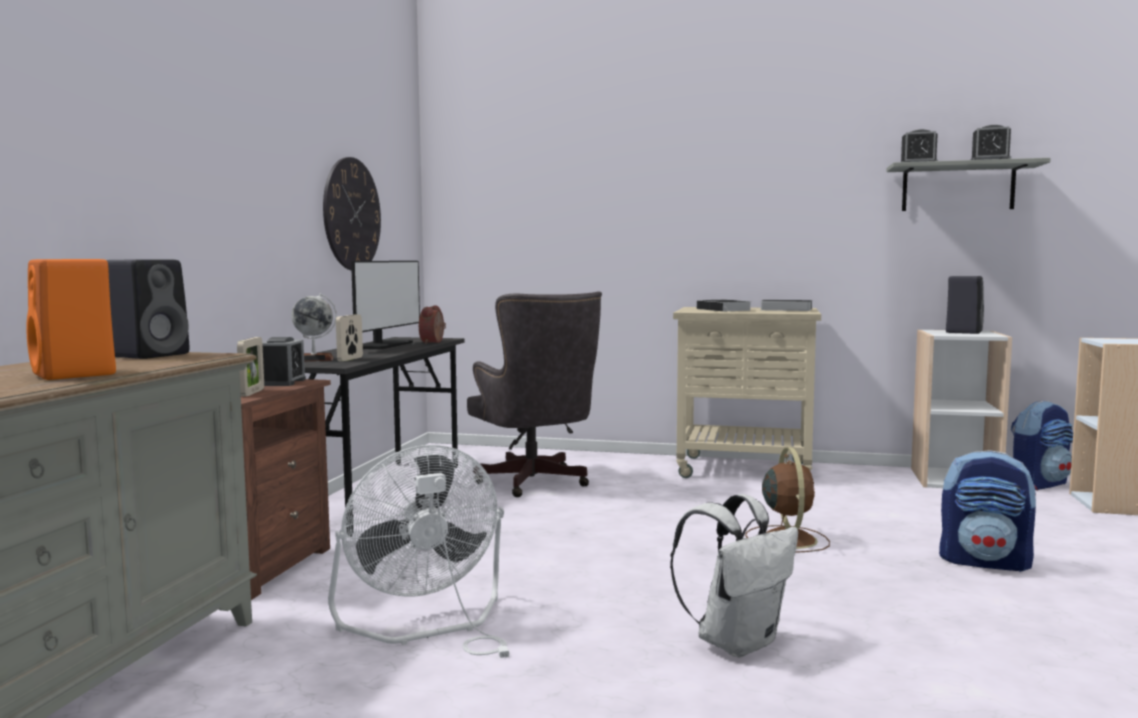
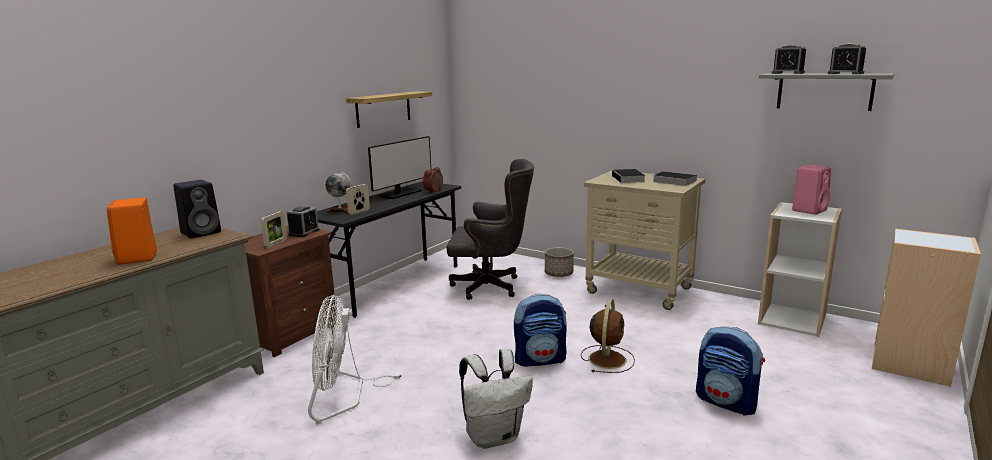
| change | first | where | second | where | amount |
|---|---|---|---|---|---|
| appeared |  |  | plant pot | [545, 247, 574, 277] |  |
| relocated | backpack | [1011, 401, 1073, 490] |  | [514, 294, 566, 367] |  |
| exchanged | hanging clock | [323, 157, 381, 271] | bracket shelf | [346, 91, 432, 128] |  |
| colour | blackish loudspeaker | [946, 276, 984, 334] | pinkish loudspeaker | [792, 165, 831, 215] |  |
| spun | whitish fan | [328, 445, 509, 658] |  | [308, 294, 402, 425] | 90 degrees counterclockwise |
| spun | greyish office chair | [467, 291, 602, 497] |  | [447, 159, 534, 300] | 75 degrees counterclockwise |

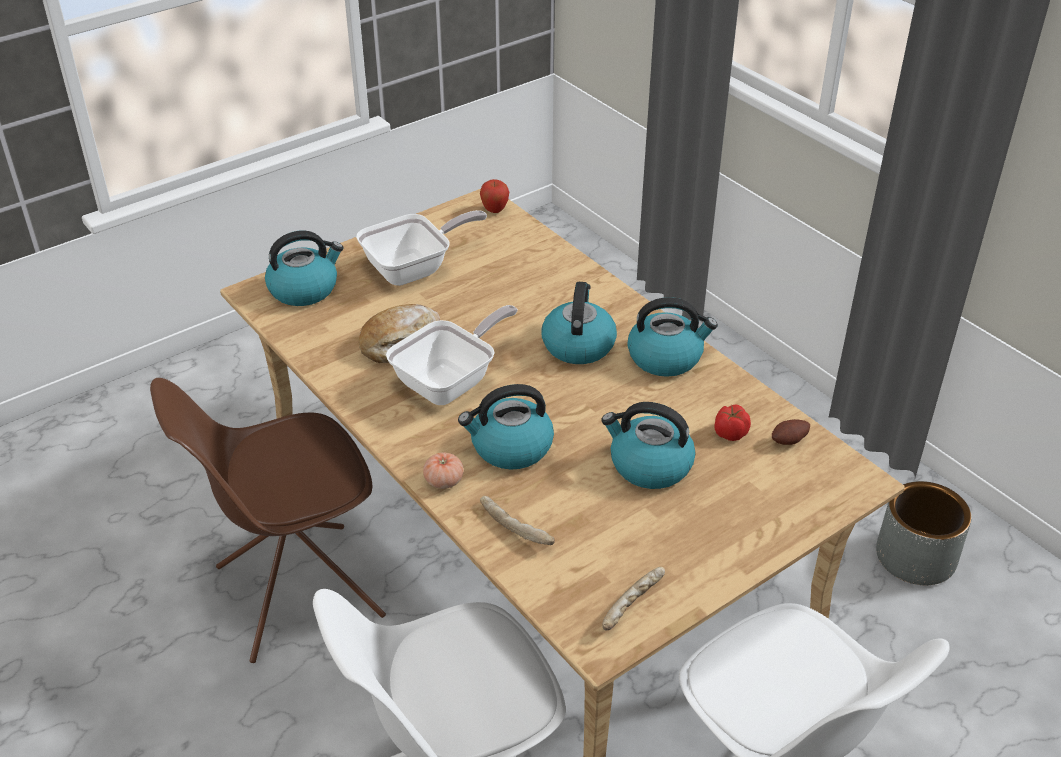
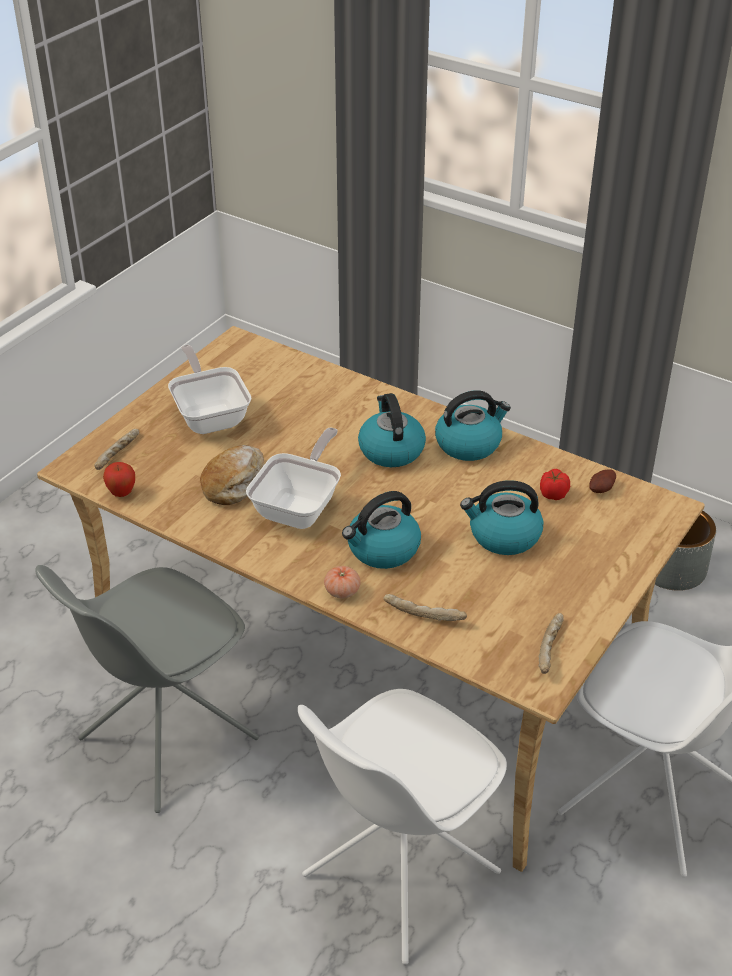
| change | first | where | second | where | amount |
|---|---|---|---|---|---|
| relocated | apple fruit | [480, 179, 509, 213] |  | [103, 462, 135, 497] |  |
| exchanged | water kettle | [265, 230, 343, 306] | baked bread | [94, 429, 139, 470] |  |
| colour | brown-coloured upright chair | [150, 378, 386, 663] | greyish upright chair | [35, 565, 259, 813] |  |
| spun | frying pan | [356, 210, 487, 286] |  | [168, 345, 252, 434] | 60 degrees counterclockwise |

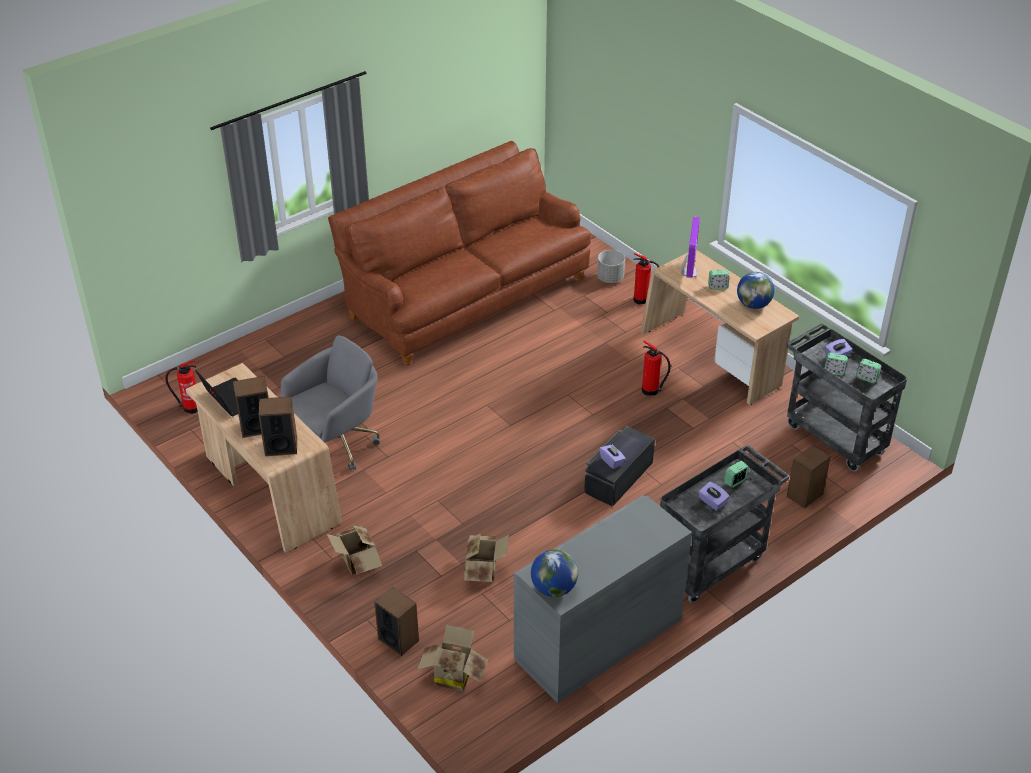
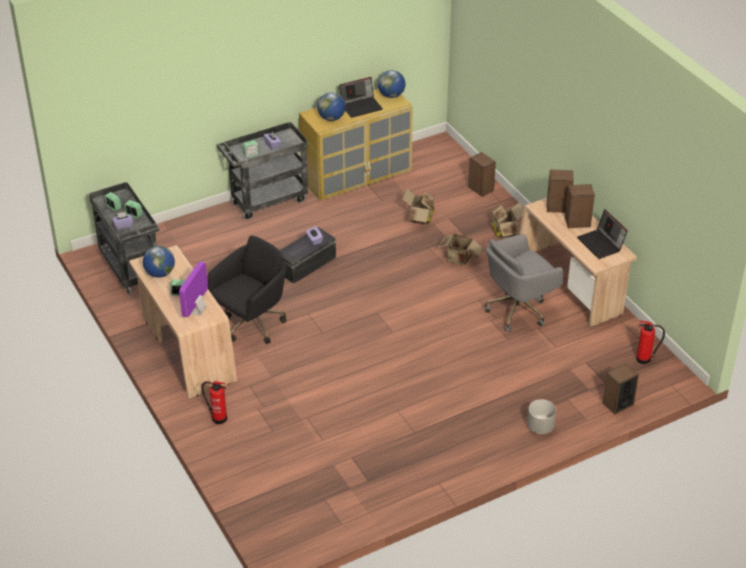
| change | first | where | second | where | amount |
|---|---|---|---|---|---|
| missing | brown-coloured settee | [328, 141, 591, 366] |  |  |  |
| appeared |  |  | globe | [317, 93, 345, 121] |  |
| appeared |  |  | laptop | [339, 77, 383, 118] |  |
| relocated | carton | [417, 625, 488, 691] |  | [437, 234, 484, 266] |  |
| relocated | greyish plant pot | [597, 250, 625, 283] |  | [527, 399, 556, 434] |  |
| relocated | loudspeaker | [787, 445, 831, 508] |  | [603, 363, 639, 414] |  |
| exchanged | fire-fighting cylinder | [642, 340, 671, 395] | blackish office chair | [208, 236, 287, 344] |  |
| colour | greyish cupboard | [514, 495, 692, 703] | yellow-coloured cupboard | [299, 89, 413, 201] |  |

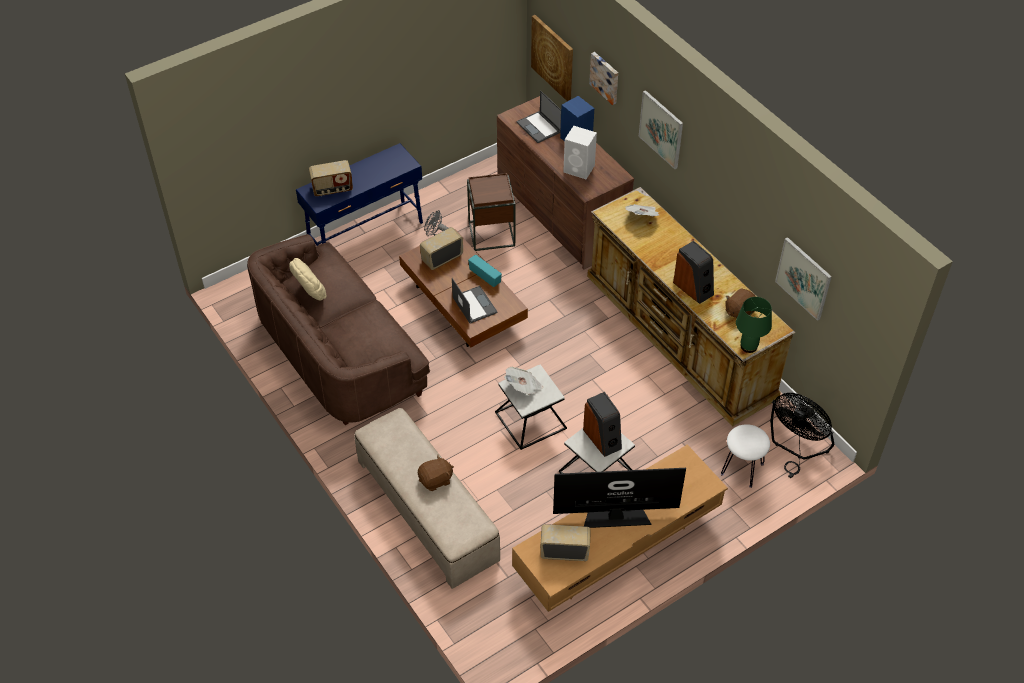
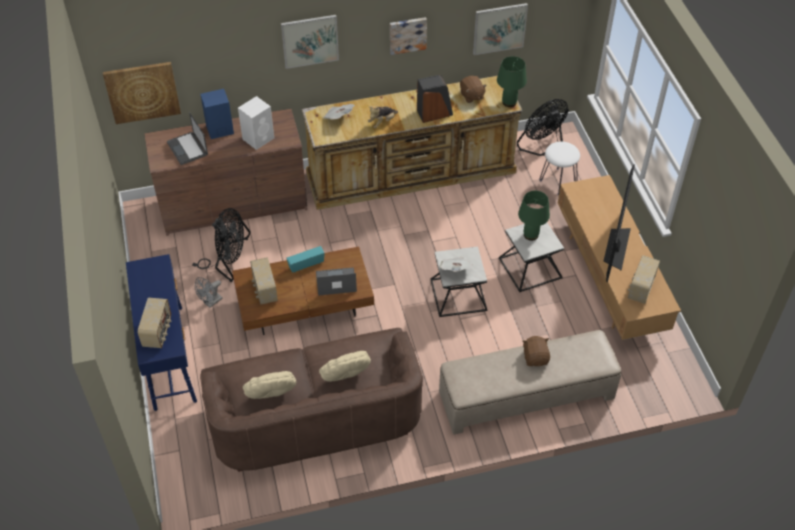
| change | first | where | second | where | amount |
|---|---|---|---|---|---|
| appeared |  |  | beige-coloured pillow | [319, 351, 371, 382] |  |
| appeared |  |  | plush toy | [368, 106, 398, 128] |  |
| relocated | wall art | [589, 52, 618, 105] |  | [390, 17, 427, 55] |  |
| exchanged | brown-coloured side table | [467, 173, 515, 251] | blackish fan | [192, 208, 250, 282] |  |
| exchanged | loudspeaker | [583, 392, 622, 457] | green tabletop lamp | [518, 191, 550, 241] |  |
| spun | laptop | [517, 91, 561, 143] |  | [167, 112, 208, 165] | 75 degrees clockwise |

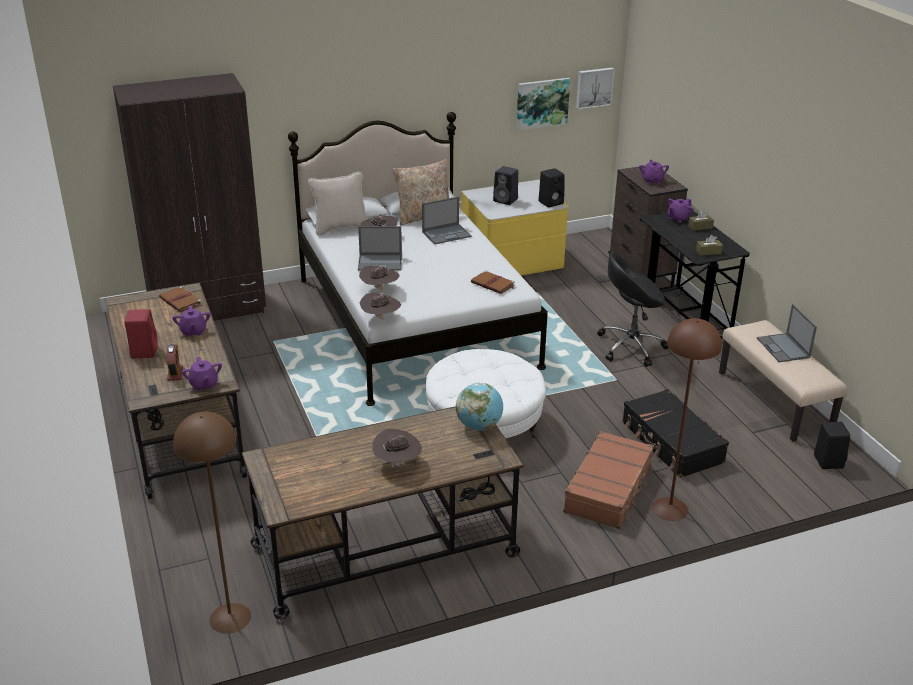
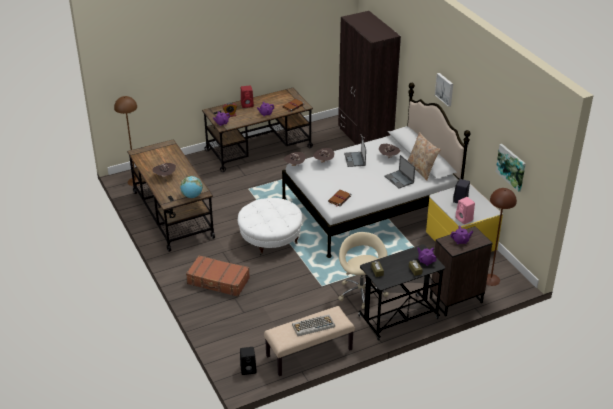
| change | first | where | second | where | amount |
|---|---|---|---|---|---|
| missing | beige-coloured pillow | [308, 172, 368, 236] |  |  |  |
| missing | blackish travel case | [622, 389, 729, 478] |  |  |  |
| relocated | wall art | [576, 68, 614, 109] |  | [435, 73, 453, 107] |  |
| relocated | brown-coloured standard lamp | [652, 318, 722, 521] |  | [486, 188, 517, 286] |  |
| exchanged | laptop | [757, 304, 817, 362] | computer keyboard | [292, 314, 335, 336] |  |
| colour | blackish loudspeaker | [539, 168, 565, 207] | pinkish loudspeaker | [455, 197, 475, 224] |  |
| colour | blackish office chair | [597, 252, 668, 367] | beige-coloured office chair | [338, 232, 389, 309] |  |

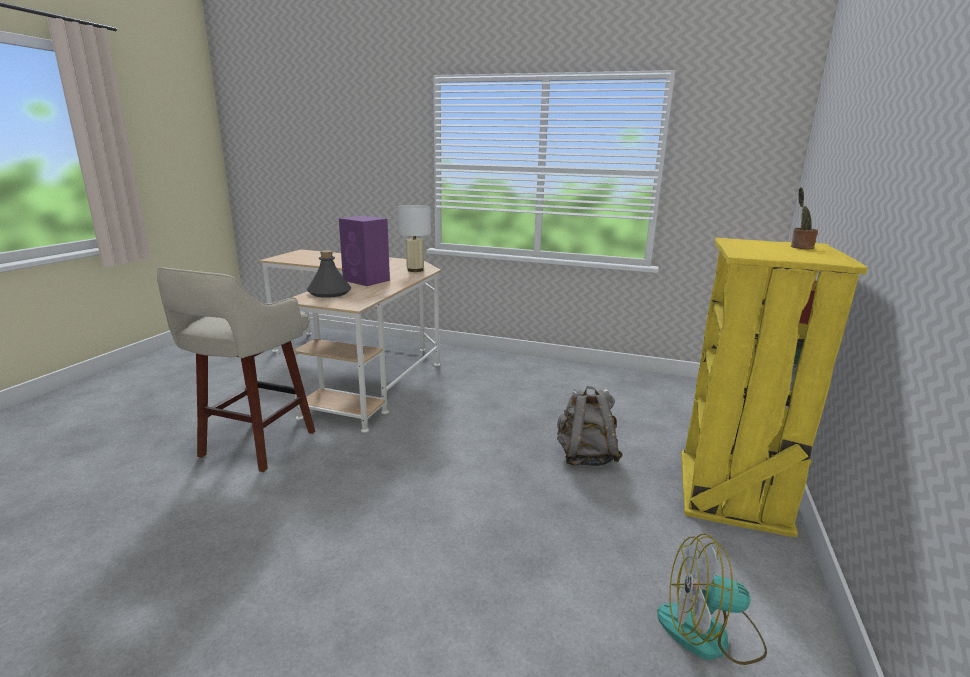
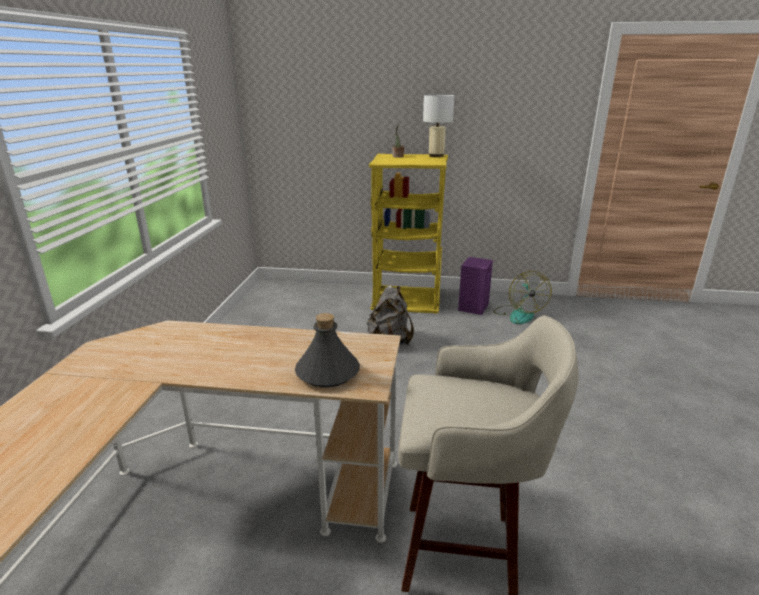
| change | first | where | second | where | amount |
|---|---|---|---|---|---|
| relocated | purple-coloured loudspeaker | [339, 216, 390, 286] |  | [458, 257, 493, 315] |  |
| relocated | whitish tabletop lamp | [397, 205, 431, 272] |  | [423, 95, 454, 157] |  |

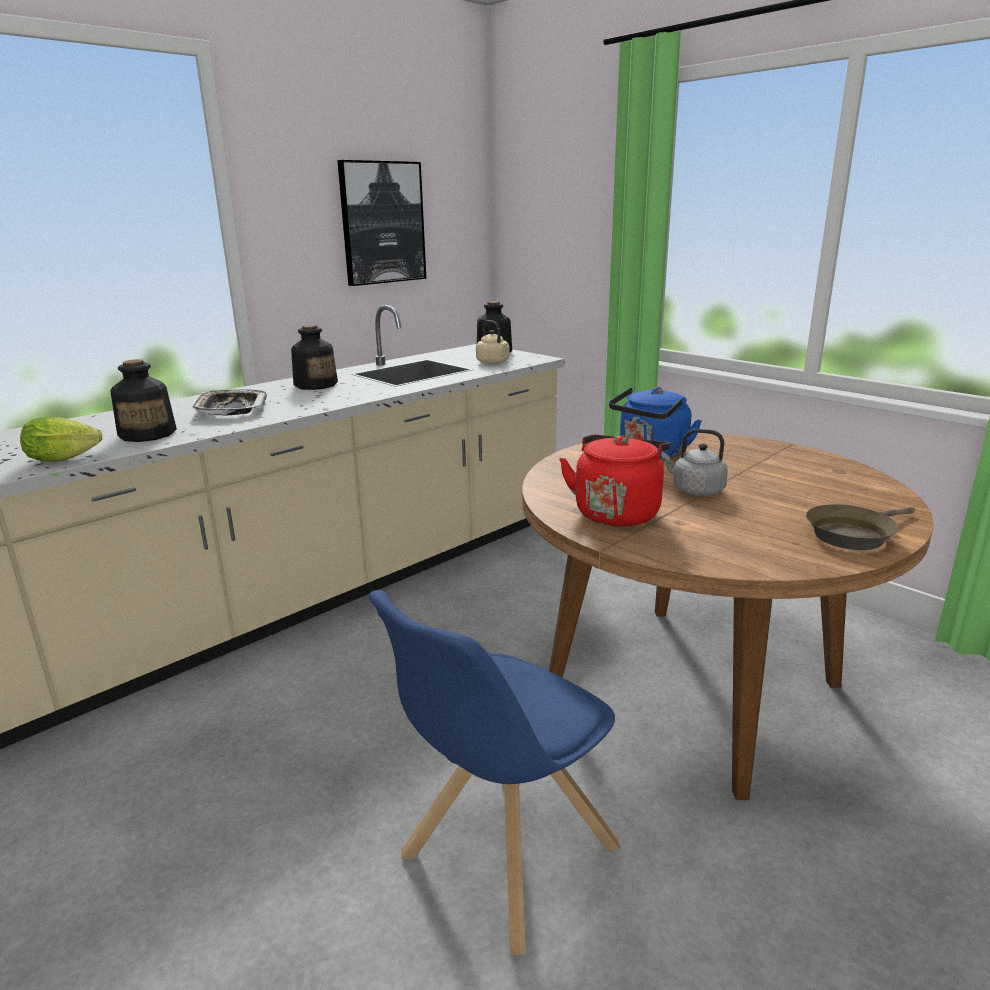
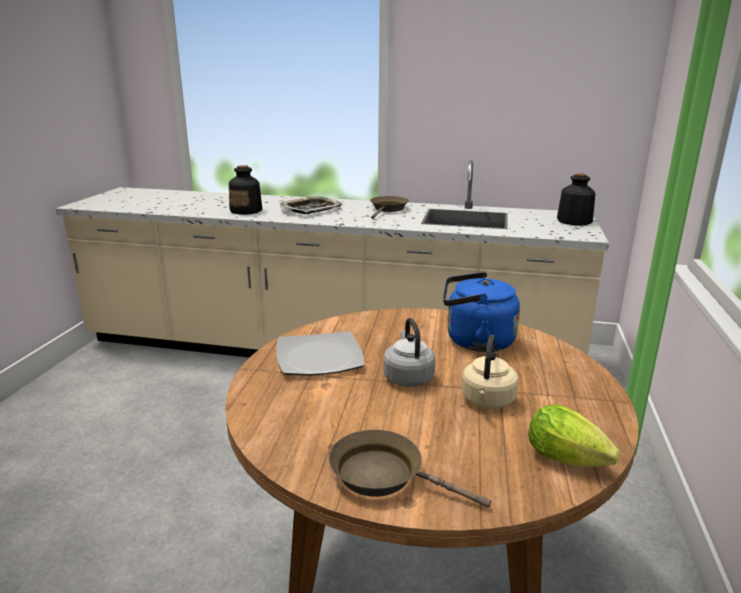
| change | first | where | second | where | amount |
|---|---|---|---|---|---|
| missing | wall art | [337, 160, 426, 286] |  |  |  |
| missing | bluish upright chair | [368, 590, 620, 955] |  |  |  |
| relocated | lettuce | [20, 417, 102, 461] |  | [528, 404, 620, 467] |  |
| relocated | beige-coloured water kettle | [476, 320, 510, 364] |  | [462, 335, 519, 409] |  |
| exchanged | beverage bottle | [291, 325, 338, 390] | brown-coloured frying pan | [370, 196, 409, 219] |  |
| exchanged | red-coloured water kettle | [559, 435, 670, 527] | dinner plate | [276, 331, 365, 376] |  |

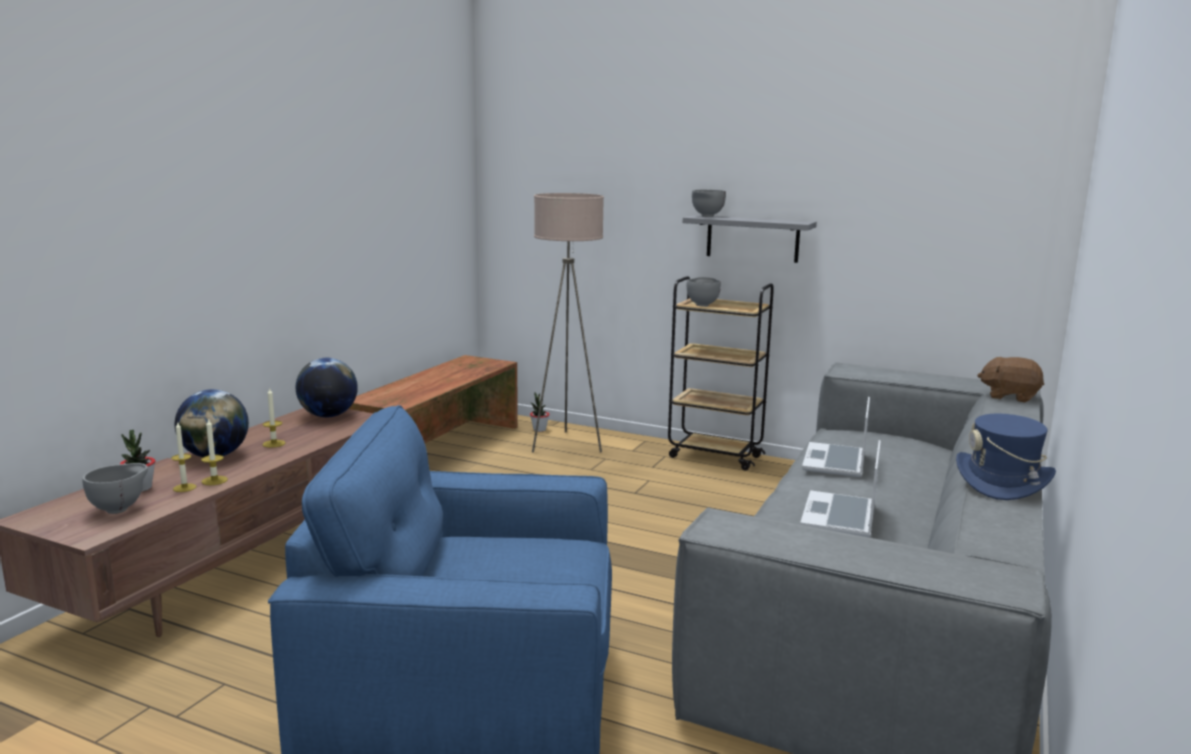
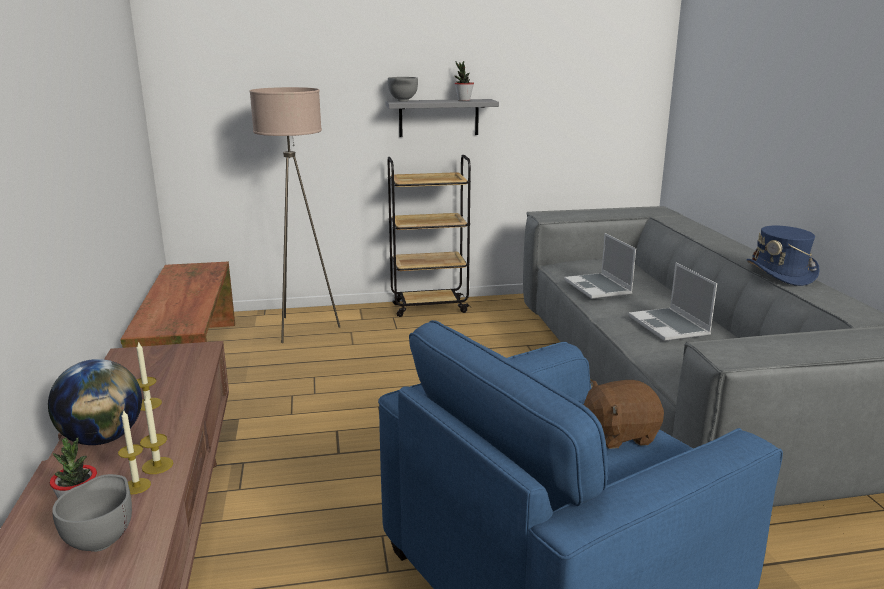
| change | first | where | second | where | amount |
|---|---|---|---|---|---|
| missing | globe | [296, 358, 358, 418] |  |  |  |
| missing | greyish serving bowl | [687, 277, 721, 307] |  |  |  |
| relocated | potted plant | [530, 393, 550, 432] |  | [455, 61, 474, 101] |  |
| relocated | brown-coloured plush toy | [977, 357, 1044, 403] |  | [583, 380, 664, 449] |  |

